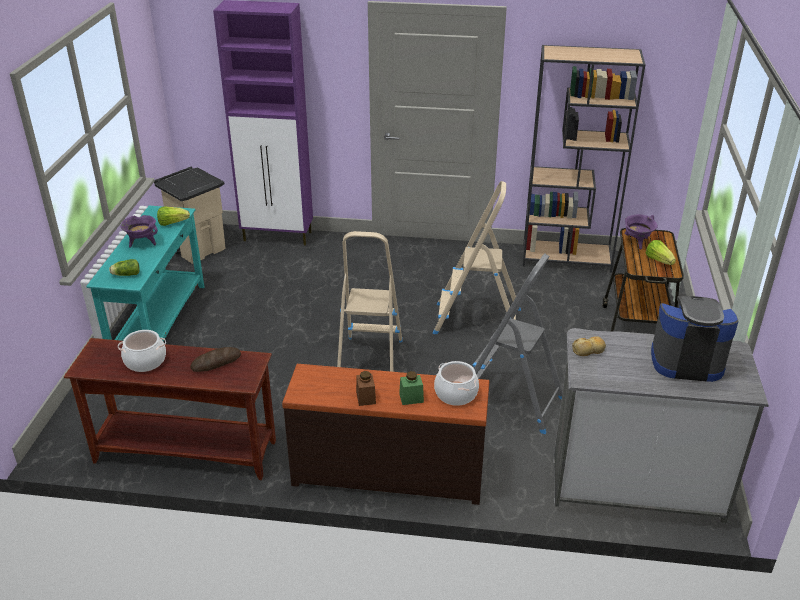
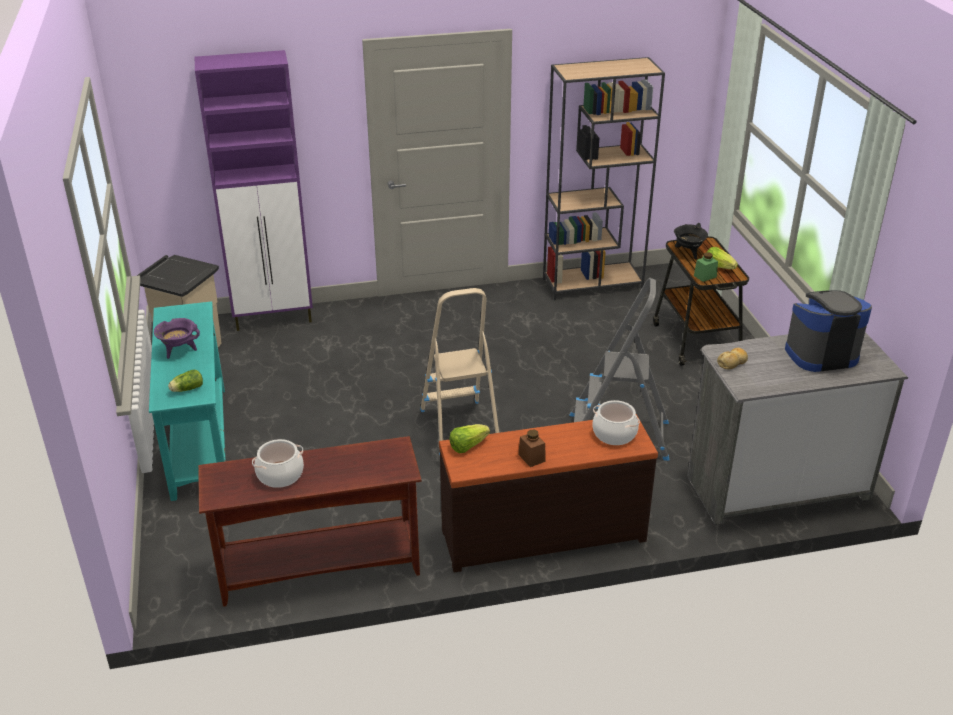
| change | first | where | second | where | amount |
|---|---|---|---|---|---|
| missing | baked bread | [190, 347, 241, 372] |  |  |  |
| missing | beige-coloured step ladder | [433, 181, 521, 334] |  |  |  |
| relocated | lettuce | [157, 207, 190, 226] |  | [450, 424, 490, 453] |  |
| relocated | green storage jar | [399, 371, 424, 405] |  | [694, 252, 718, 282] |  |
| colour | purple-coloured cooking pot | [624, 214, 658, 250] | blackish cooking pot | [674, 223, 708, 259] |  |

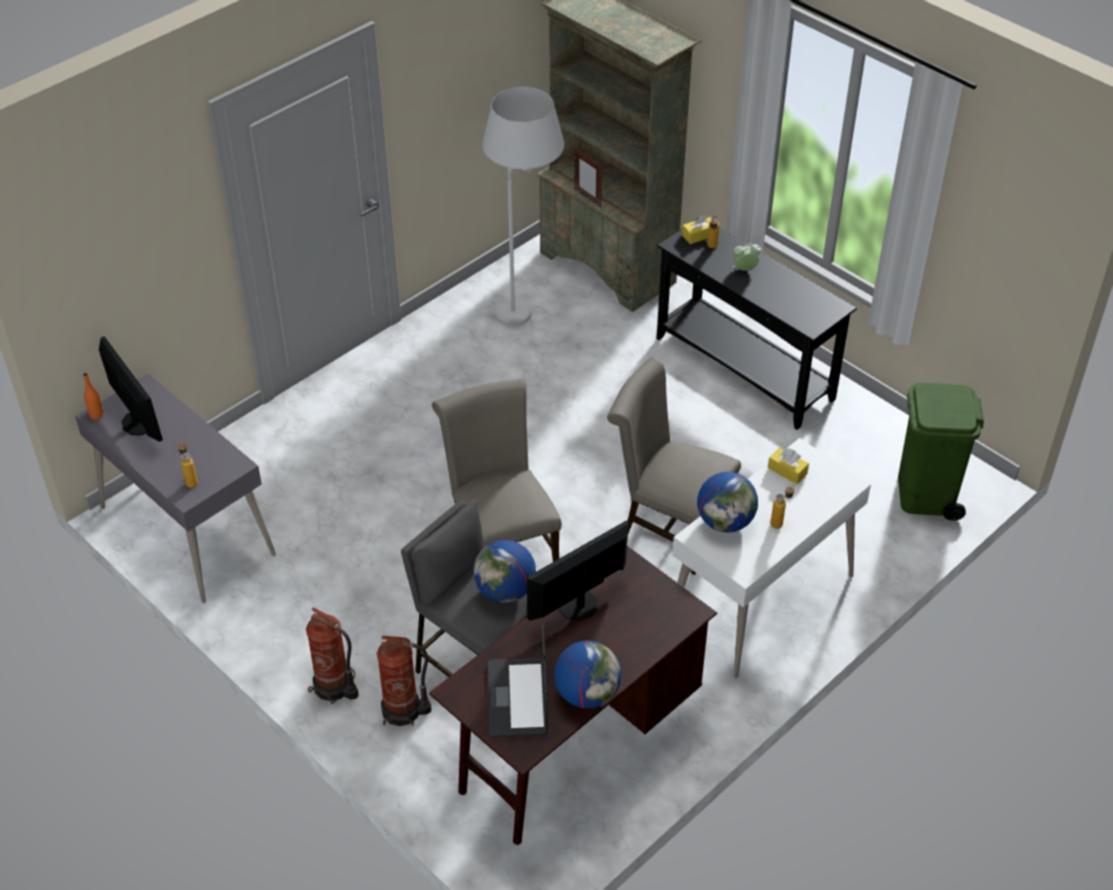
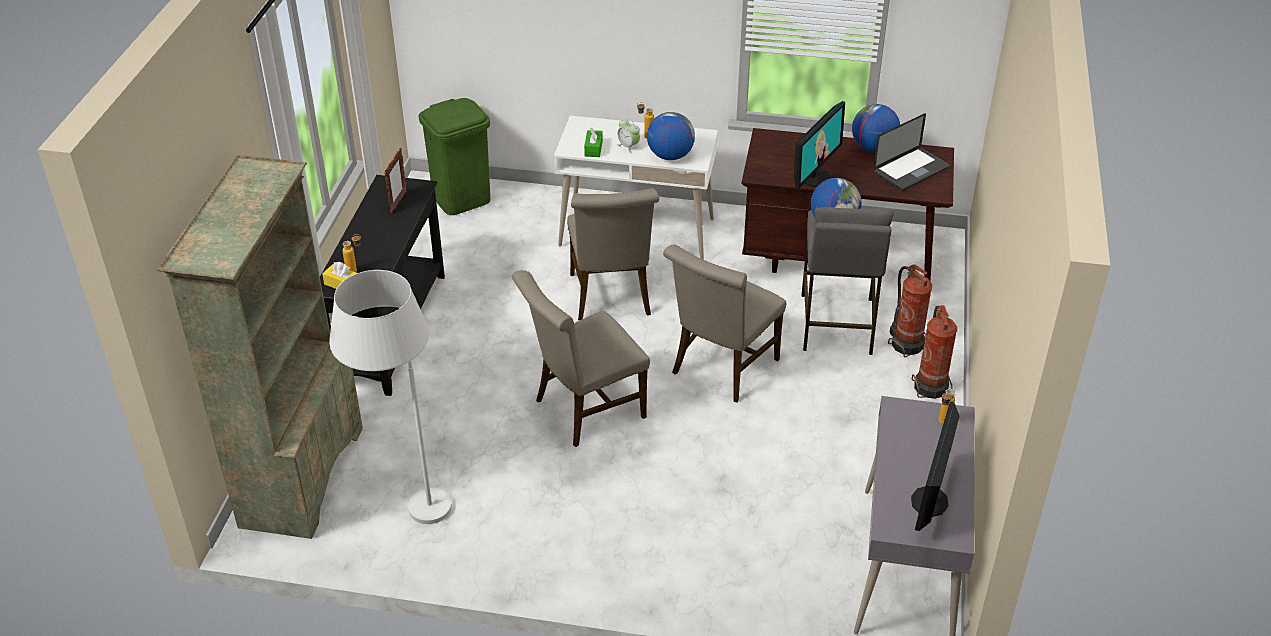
| change | first | where | second | where | amount |
|---|---|---|---|---|---|
| missing | orangey beverage bottle | [83, 373, 104, 420] |  |  |  |
| appeared |  |  | beige-coloured upright chair | [512, 270, 650, 447] |  |
| relocated | standing frame | [574, 148, 603, 207] |  | [384, 148, 407, 213] |  |
| relocated | bedside clock | [733, 244, 761, 271] |  | [617, 118, 640, 153] |  |
| colour | yellow-coloured tissue holder | [768, 447, 809, 484] | green tissue holder | [584, 128, 603, 157] |  |
| spun | computer screen | [527, 521, 629, 621] |  | [794, 101, 845, 189] | 75 degrees counterclockwise |

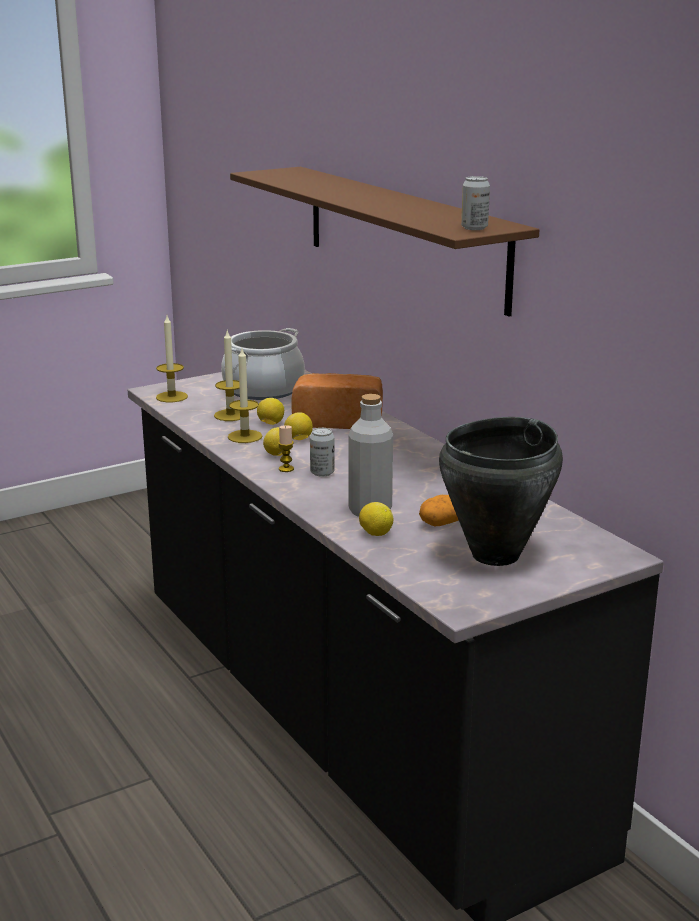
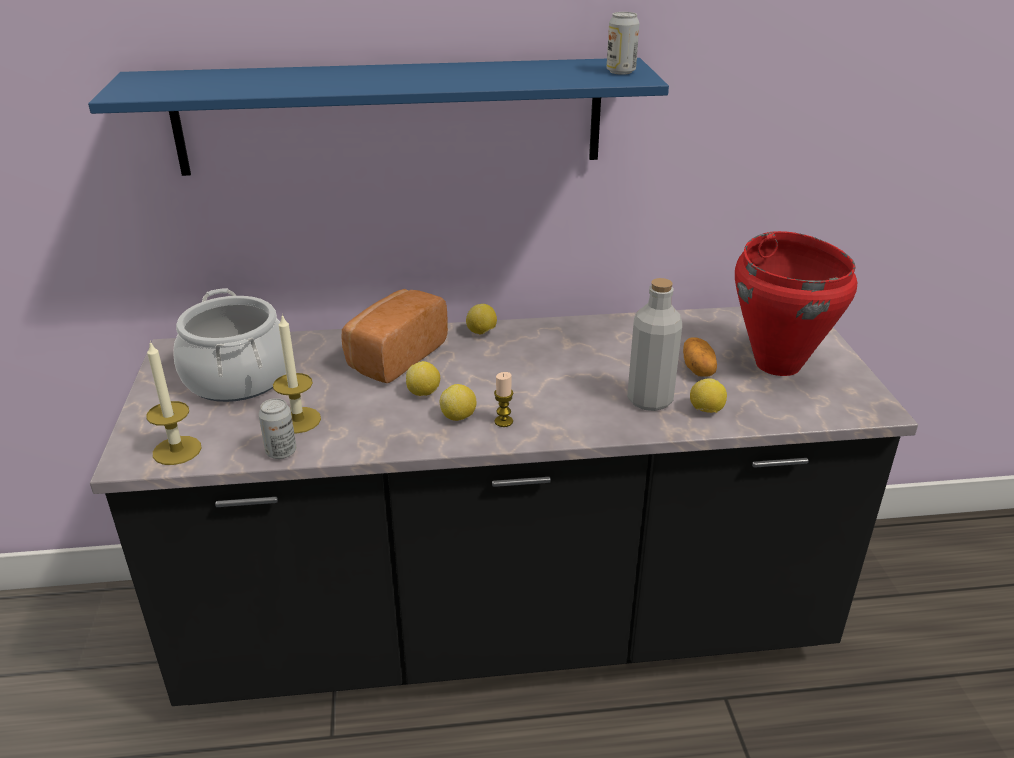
| change | first | where | second | where | amount |
|---|---|---|---|---|---|
| missing | wax light | [228, 349, 263, 443] |  |  |  |
| relocated | lemon | [257, 398, 284, 425] |  | [466, 304, 497, 335] |  |
| relocated | can | [310, 428, 335, 477] |  | [258, 398, 296, 459] |  |
| colour | brown-coloured bracket shelf | [230, 167, 539, 317] | bluish bracket shelf | [88, 58, 669, 176] |  |
| colour | blackish cooking pot | [439, 417, 563, 566] | red-coloured cooking pot | [735, 231, 857, 376] |  |

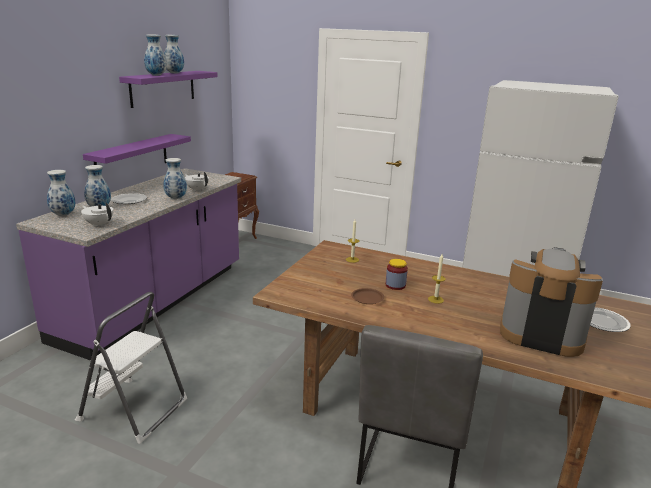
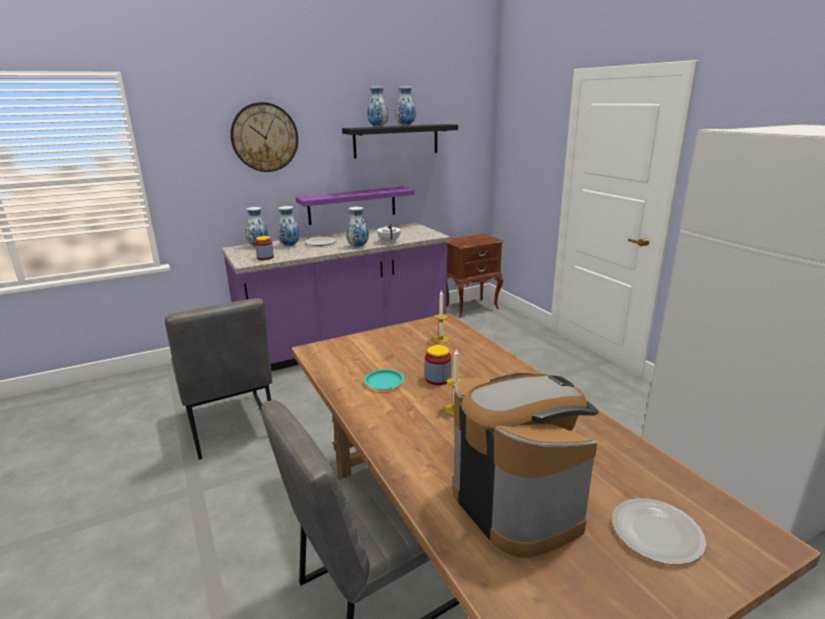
| change | first | where | second | where | amount |
|---|---|---|---|---|---|
| appeared |  |  | hanging clock | [230, 102, 298, 172] |  |
| exchanged | whitish step ladder | [75, 292, 187, 444] | greyish upright chair | [165, 298, 272, 460] |  |
| exchanged | whitish pot for tea | [81, 203, 113, 227] | storage jar | [255, 236, 274, 260] |  |
| colour | purple-coloured bracket shelf | [119, 71, 218, 108] | blackish bracket shelf | [342, 124, 458, 158] |  |
| colour | brown-coloured dinner plate | [351, 288, 384, 304] | blue-green dinner plate | [364, 369, 404, 390] |  |

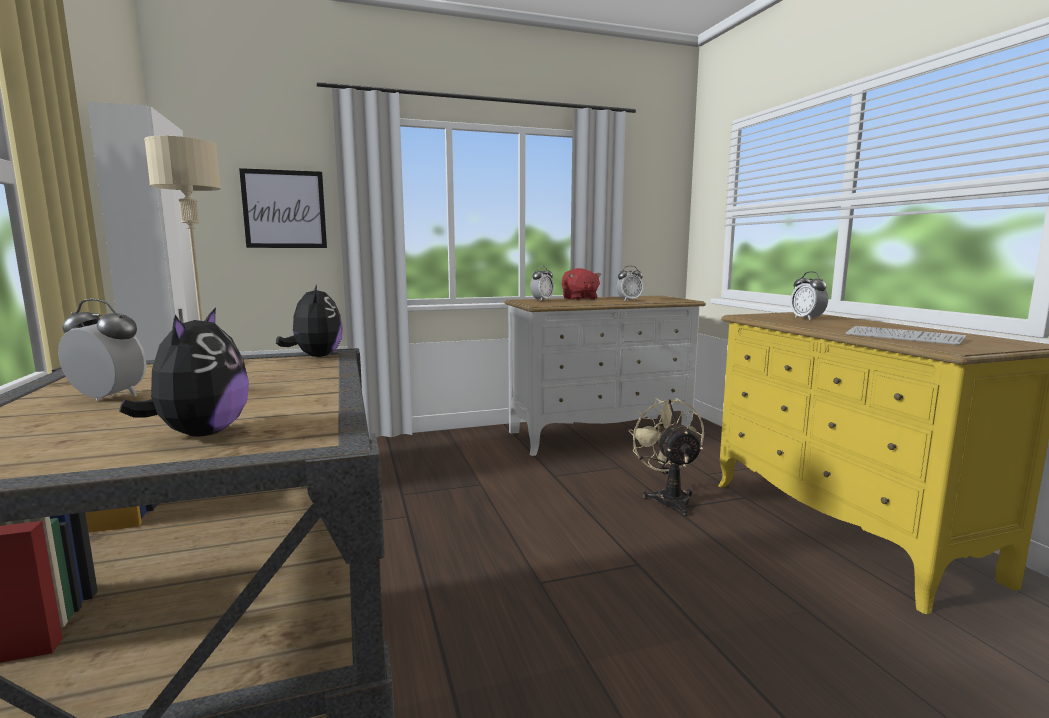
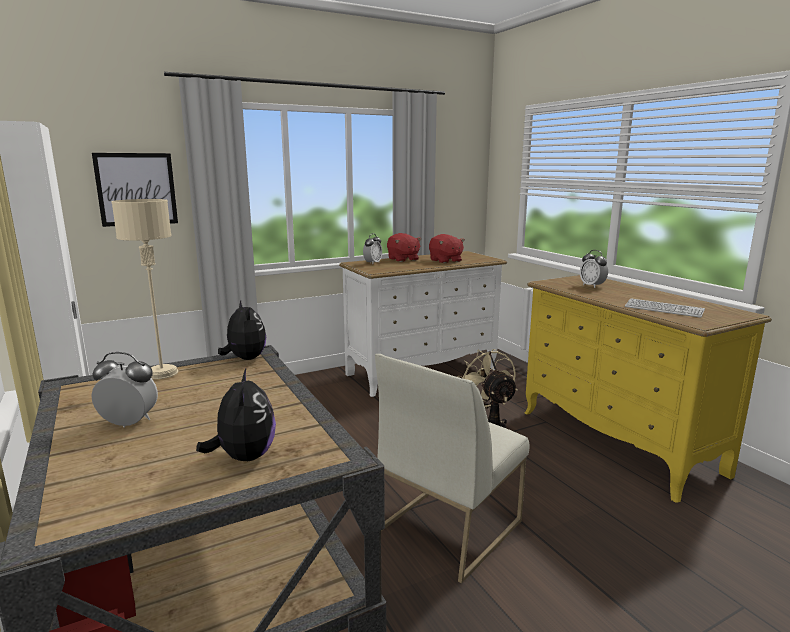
| change | first | where | second | where | amount |
|---|---|---|---|---|---|
| appeared |  |  | whitish upright chair | [375, 354, 529, 584] |  |
| exchanged | bedside clock | [616, 266, 643, 301] | red-coloured plush toy | [429, 234, 465, 263] |  |

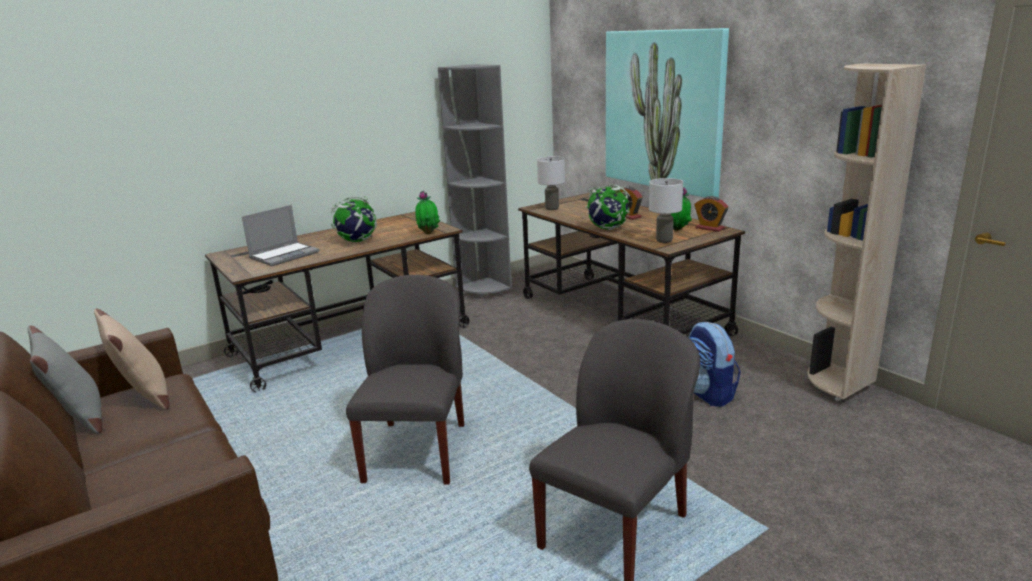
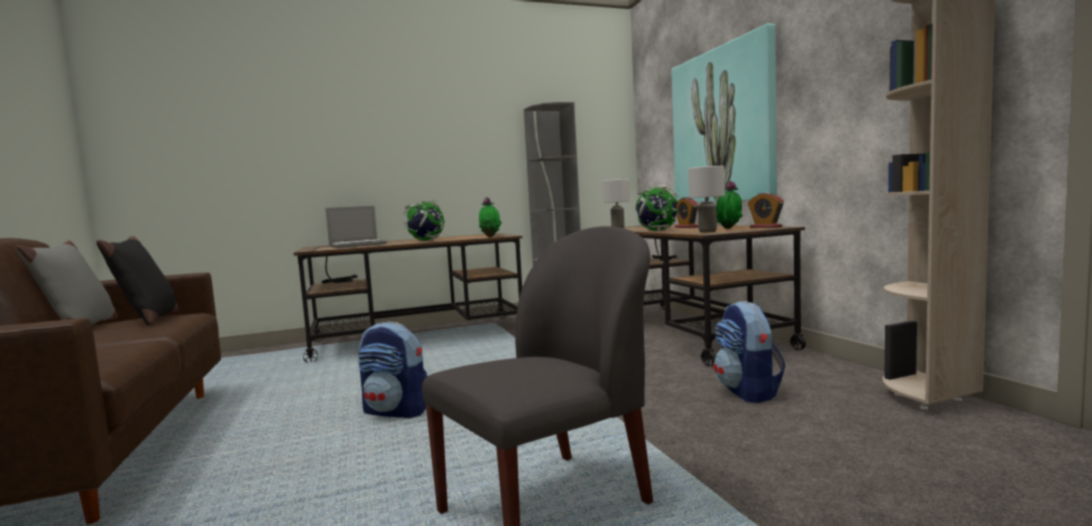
| change | first | where | second | where | amount |
|---|---|---|---|---|---|
| exchanged | greyish upright chair | [346, 275, 464, 484] | backpack | [358, 321, 427, 418] |  |
| colour | beige-coloured pillow | [94, 309, 169, 409] | blackish pillow | [96, 236, 179, 325] |  |

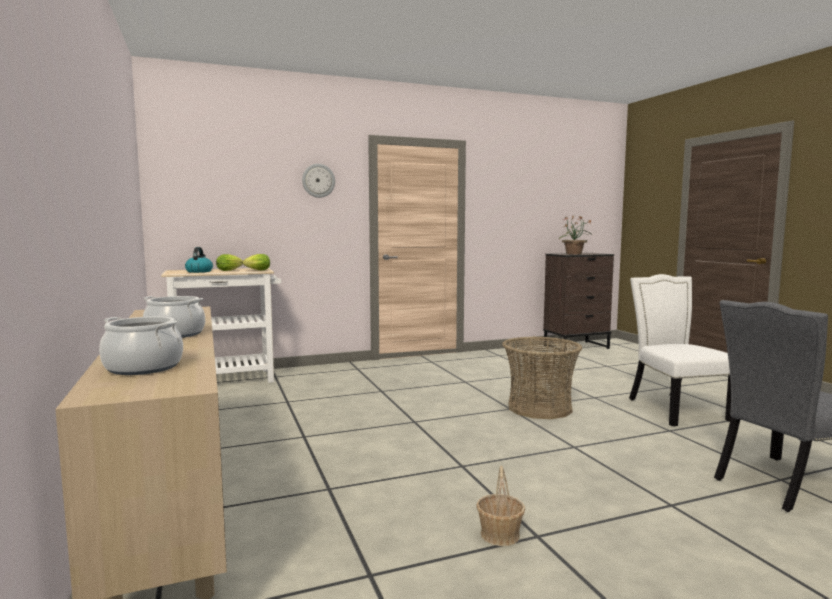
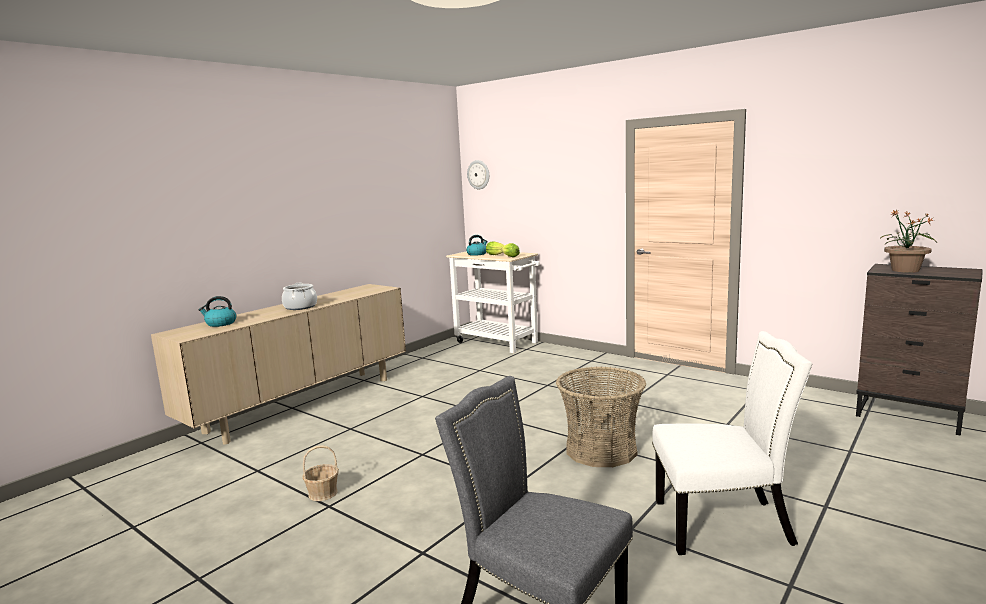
| change | first | where | second | where | amount |
|---|---|---|---|---|---|
| relocated | hanging clock | [302, 164, 335, 198] |  | [467, 160, 489, 189] |  |
| exchanged | cooking pot | [99, 317, 183, 375] | water kettle | [198, 296, 236, 327] |  |
| spun | whitish upright chair | [629, 274, 731, 426] |  | [652, 331, 812, 555] | 45 degrees clockwise |

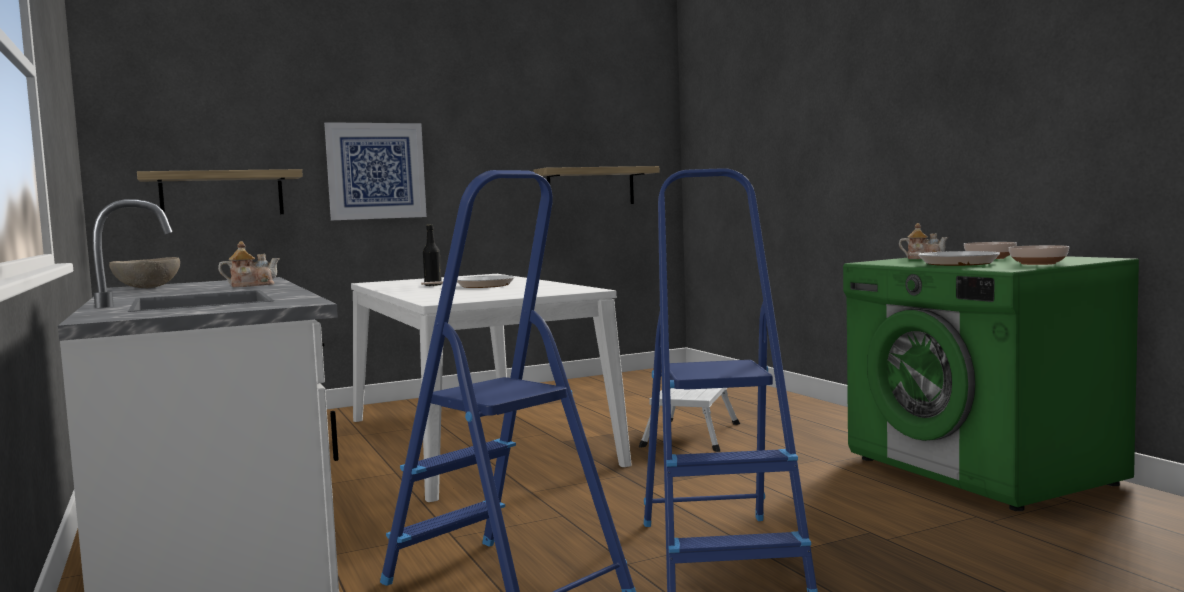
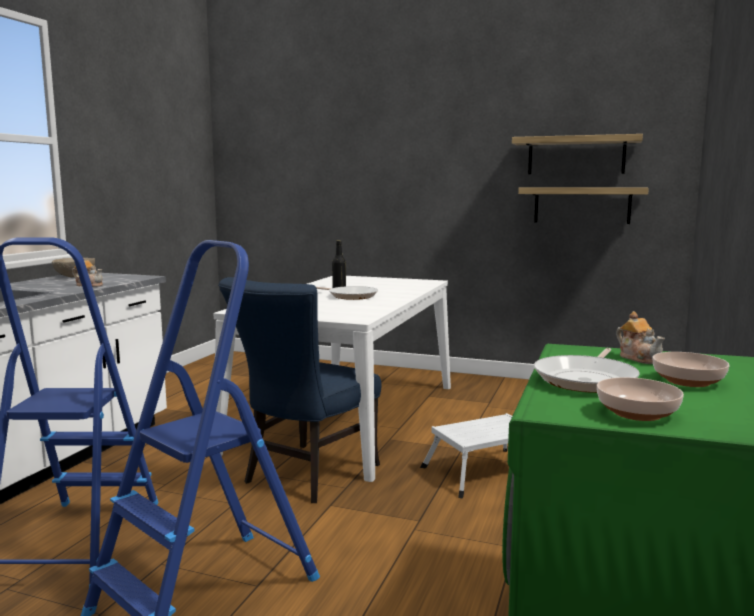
| change | first | where | second | where | amount |
|---|---|---|---|---|---|
| missing | wall art | [324, 122, 427, 220] |  |  |  |
| appeared |  |  | bluish upright chair | [218, 277, 382, 503] |  |
| relocated | bracket shelf | [137, 169, 303, 214] |  | [512, 134, 643, 174] |  |

